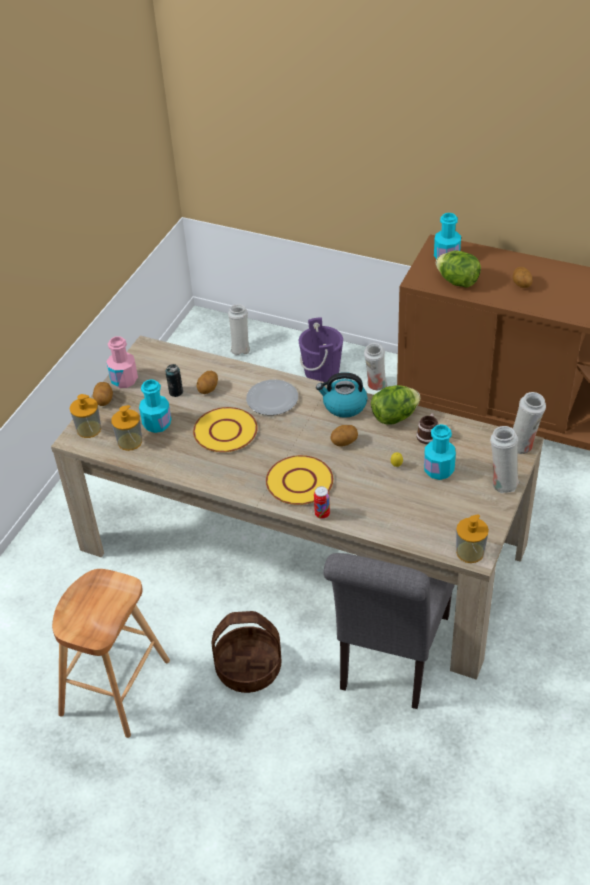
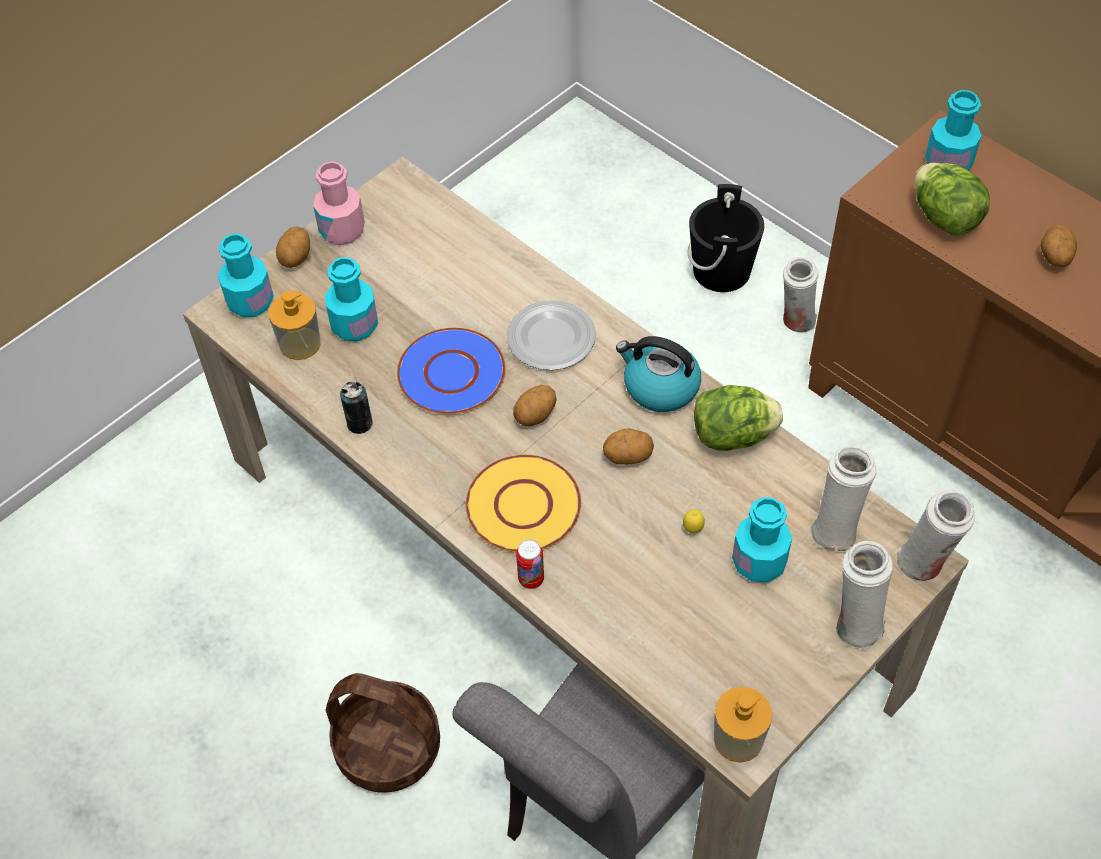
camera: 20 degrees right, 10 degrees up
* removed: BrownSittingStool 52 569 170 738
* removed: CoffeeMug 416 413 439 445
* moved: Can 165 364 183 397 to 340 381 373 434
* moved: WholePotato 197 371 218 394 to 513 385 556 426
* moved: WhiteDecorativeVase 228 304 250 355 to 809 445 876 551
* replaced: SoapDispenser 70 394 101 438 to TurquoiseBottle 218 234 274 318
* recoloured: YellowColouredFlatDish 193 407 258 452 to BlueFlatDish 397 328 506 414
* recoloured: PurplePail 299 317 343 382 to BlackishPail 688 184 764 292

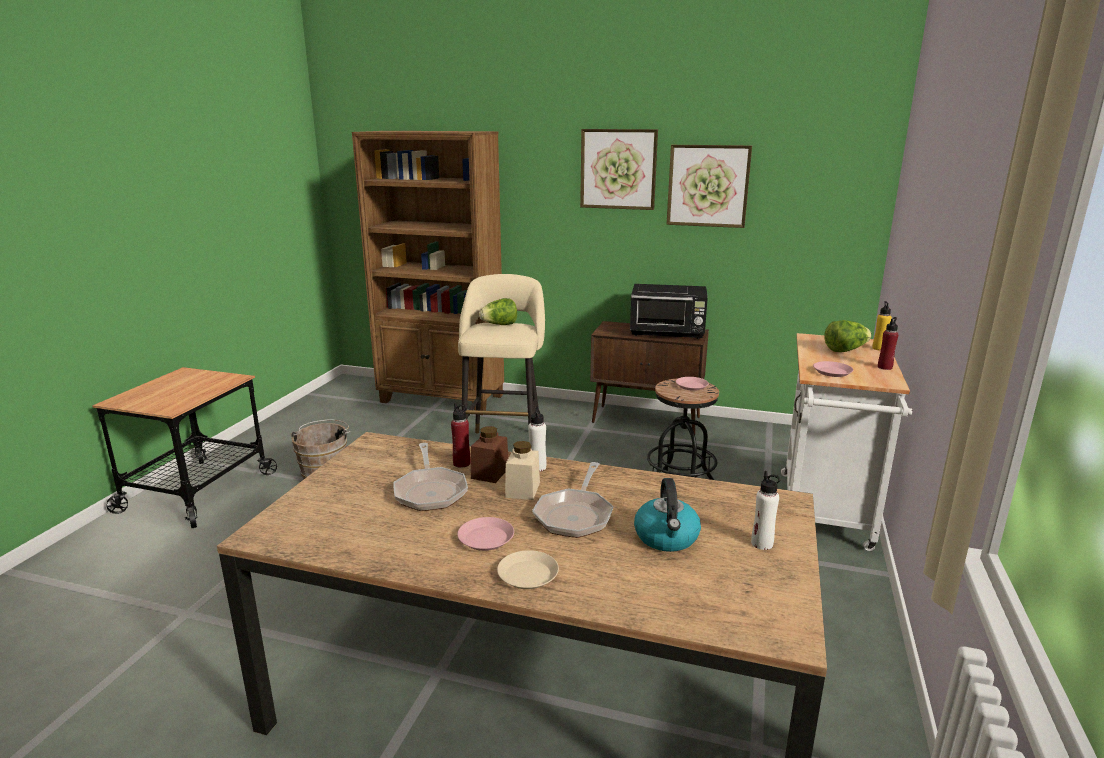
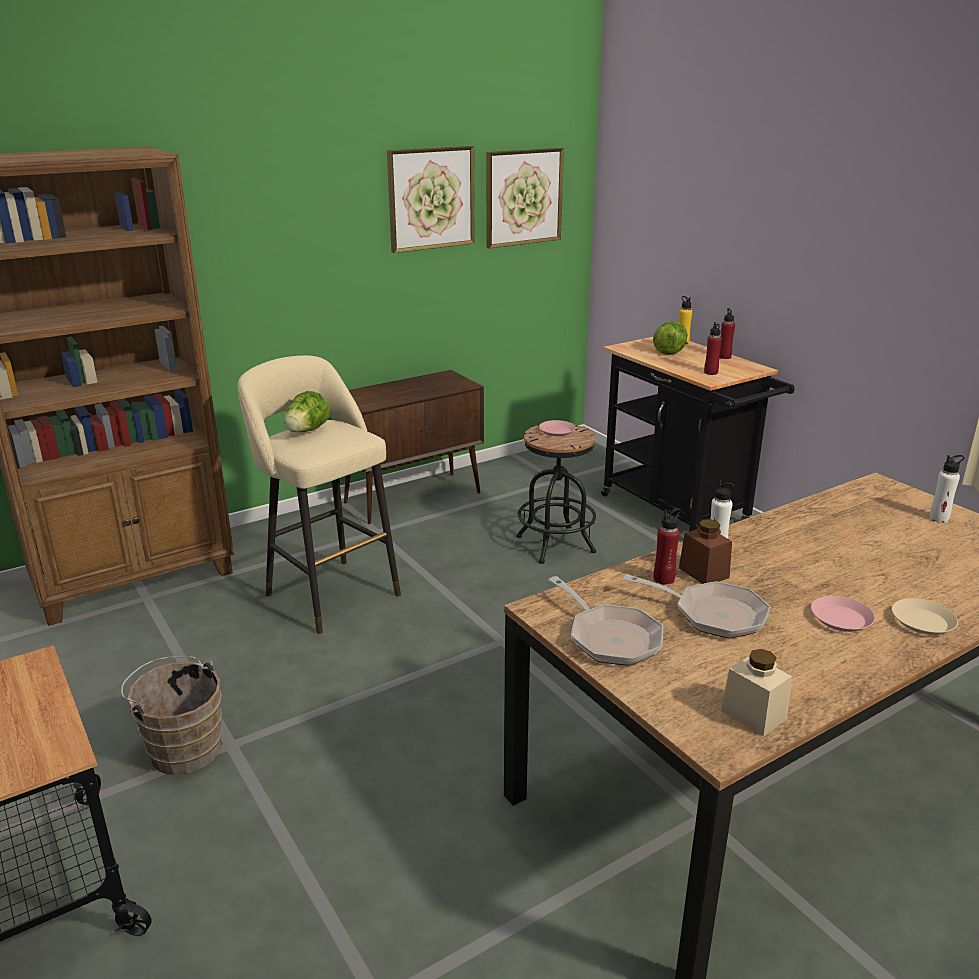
camera: 50 degrees left, 5 degrees up
* removed: BlackishMicrowave 630 284 708 339
* removed: TeaKettle 634 478 701 552
* moved: BeigeStorageJar 505 441 540 500 to 721 649 792 737
* moved: Pan 532 462 614 538 to 548 576 663 666
* moved: WallArt 580 129 658 210 to 486 148 564 248
* replaced: PinkFlatDish 813 361 853 377 to ReddishBottle 704 322 722 375
* recoloured: WhiteCart 781 333 912 551 to BlackishCart 601 337 794 532

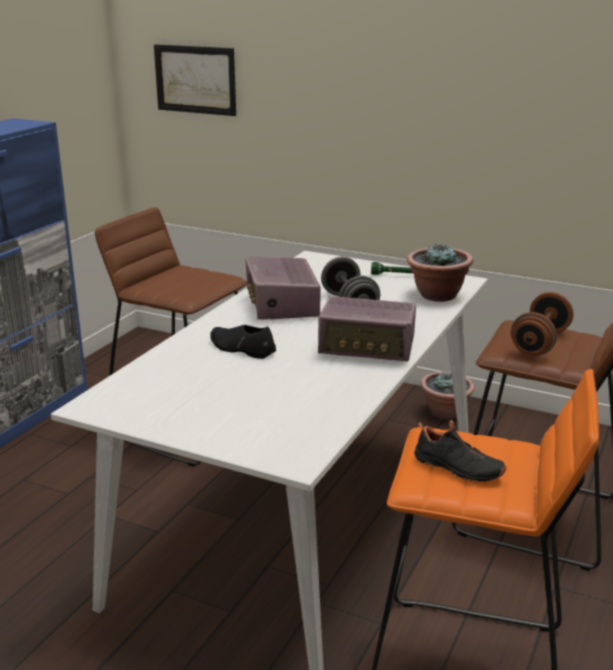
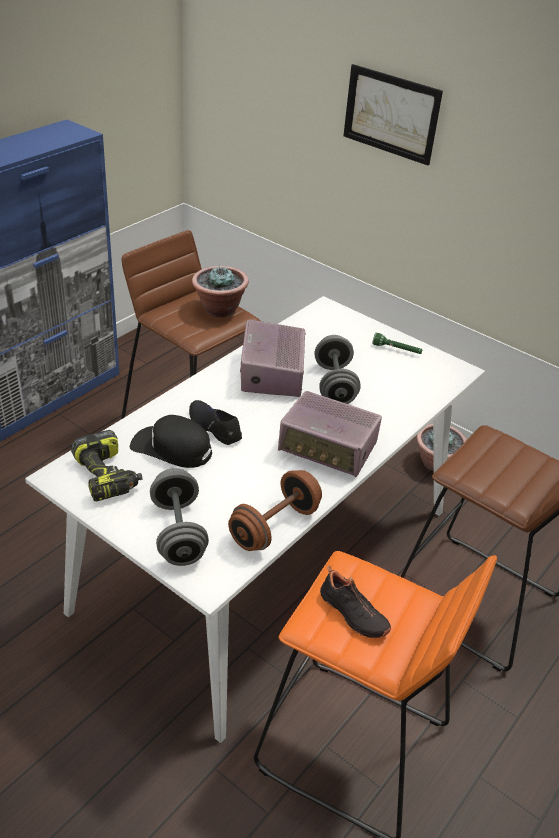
camera: 10 degrees right, 15 degrees up
* added: ElectricDrill 71 430 142 502
* added: BlackishCap 130 415 212 468
* added: GrayHandWeight 150 468 209 566
* moved: WallArt 154 44 236 116 to 343 64 443 165
* moved: Houseplant 407 243 473 302 to 192 266 249 317
* moved: BrownHandWeight 511 292 574 356 to 228 470 322 551

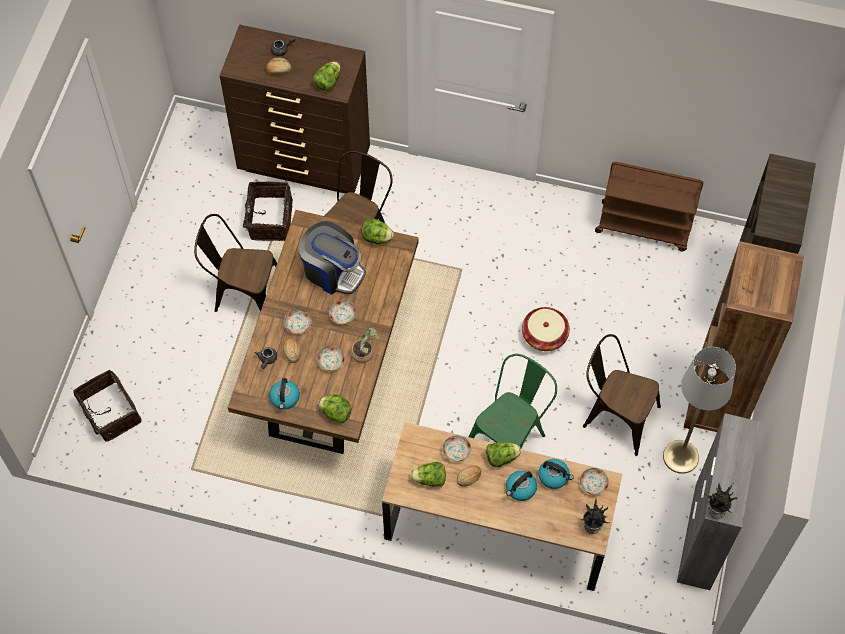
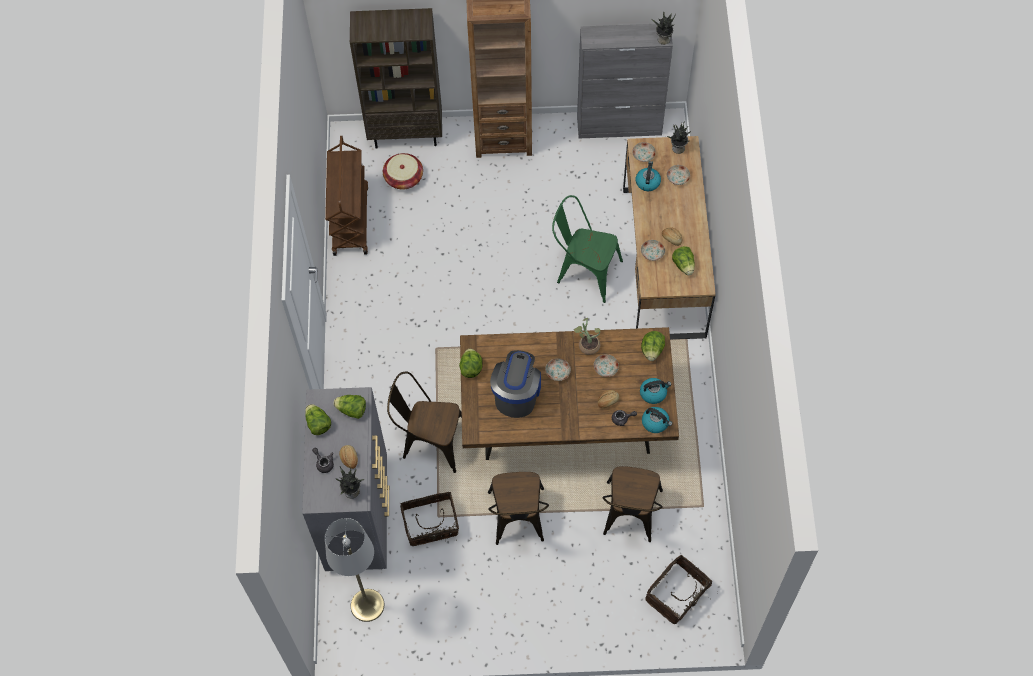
camera: 105 degrees left, 0 degrees up
* added: Houseplant 336 466 365 498
* moved: FlatDish 284 309 312 334 to 667 165 690 185
* moved: HeadOfLettuce 486 442 521 467 to 305 404 331 435
* moved: TeaKettle 506 471 537 501 to 642 407 672 433
* moved: HouseholdBasket 522 307 570 351 to 383 153 423 190
* moved: BrownChair 583 334 661 456 to 602 466 663 542
* moved: GrayStandingLamp 663 347 736 474 to 325 518 384 622
* recoloured: BrownDresser 220 24 370 194 to GrayDresser 302 387 389 571

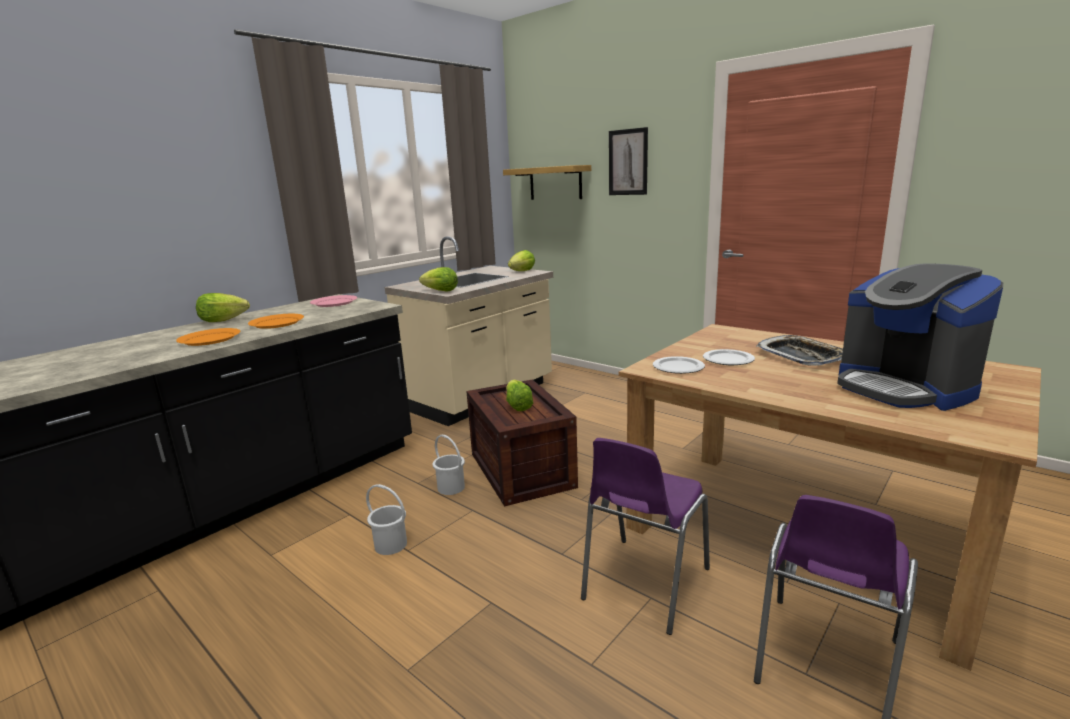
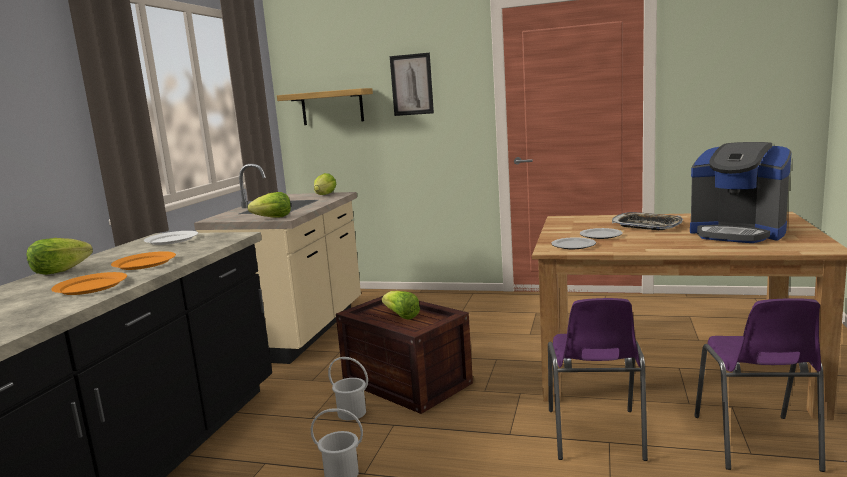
camera: 25 degrees left, 5 degrees down
* recoloured: PinkFlatDish 310 295 357 307 to WhiteFlatDish 144 231 198 245

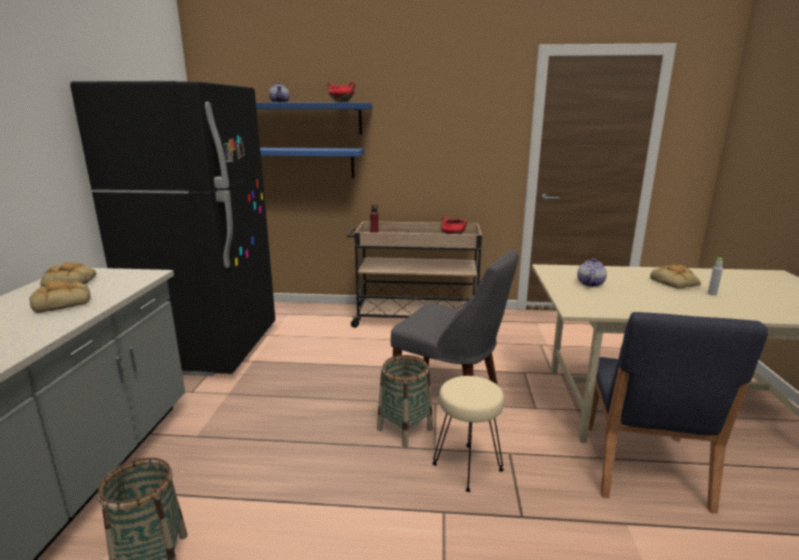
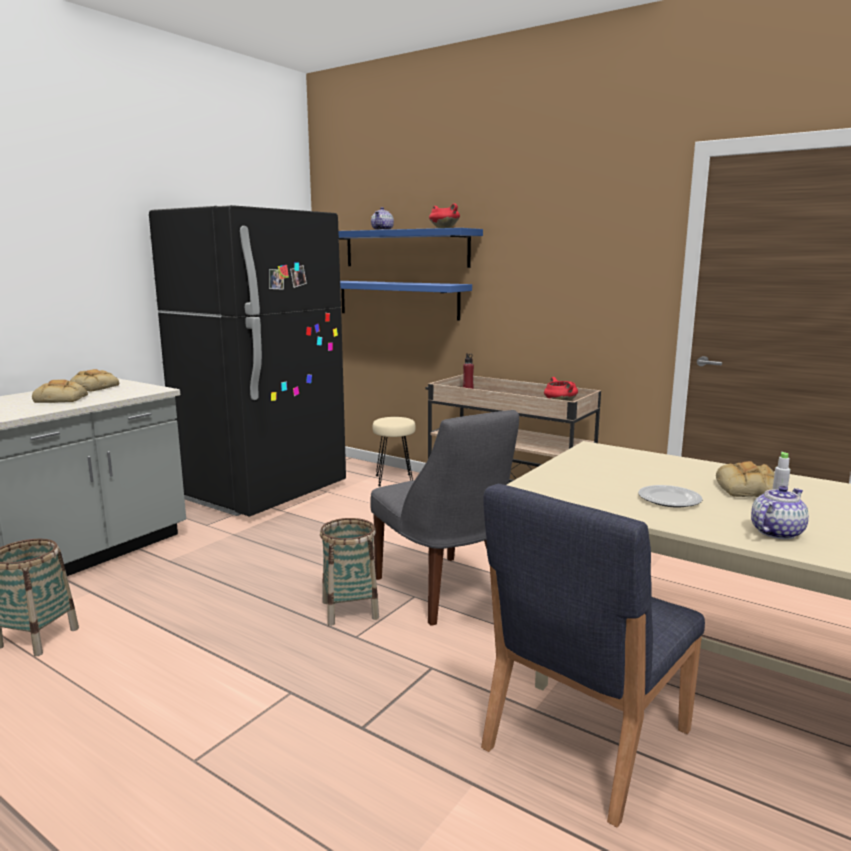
camera: 30 degrees right, 5 degrees down
* added: FlatDish 638 485 703 508
* moved: BeigeSittingStool 432 376 504 492 to 373 417 416 486
* moved: PotForTea 577 258 607 287 to 751 486 809 540

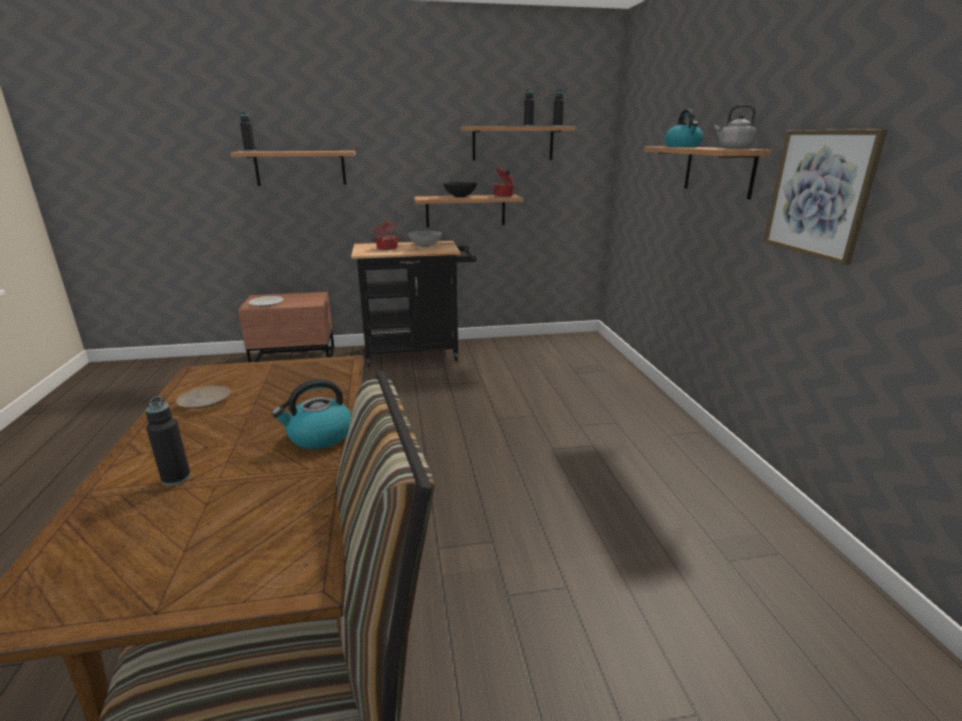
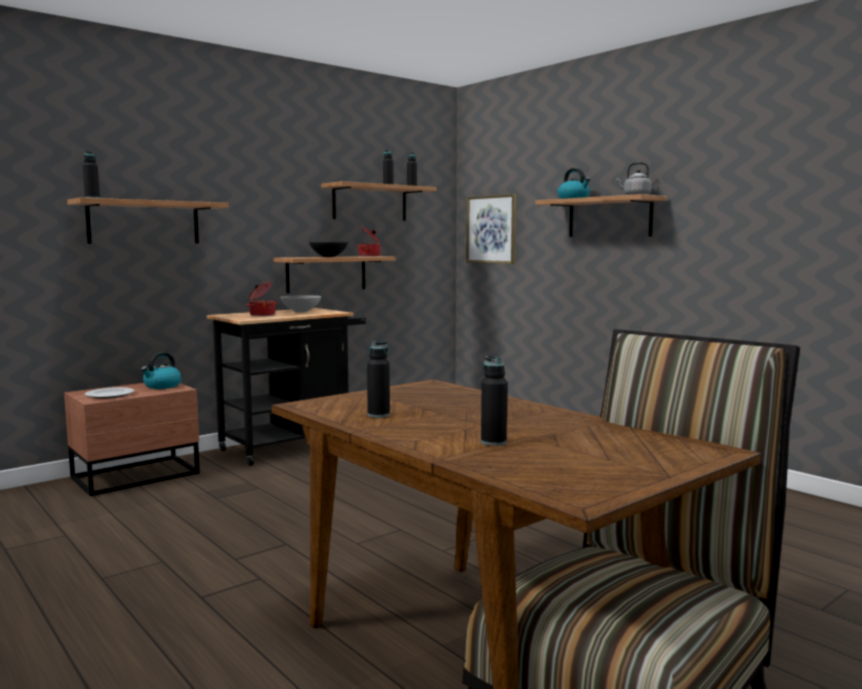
camera: 30 degrees left, 15 degrees down
* moved: TeaKettle 272 379 351 449 to 141 352 182 389
* moved: WallArt 763 129 888 265 to 466 194 516 264
* replaced: BeigeFlatDish 176 386 230 409 to BlackishBottle 367 341 390 418

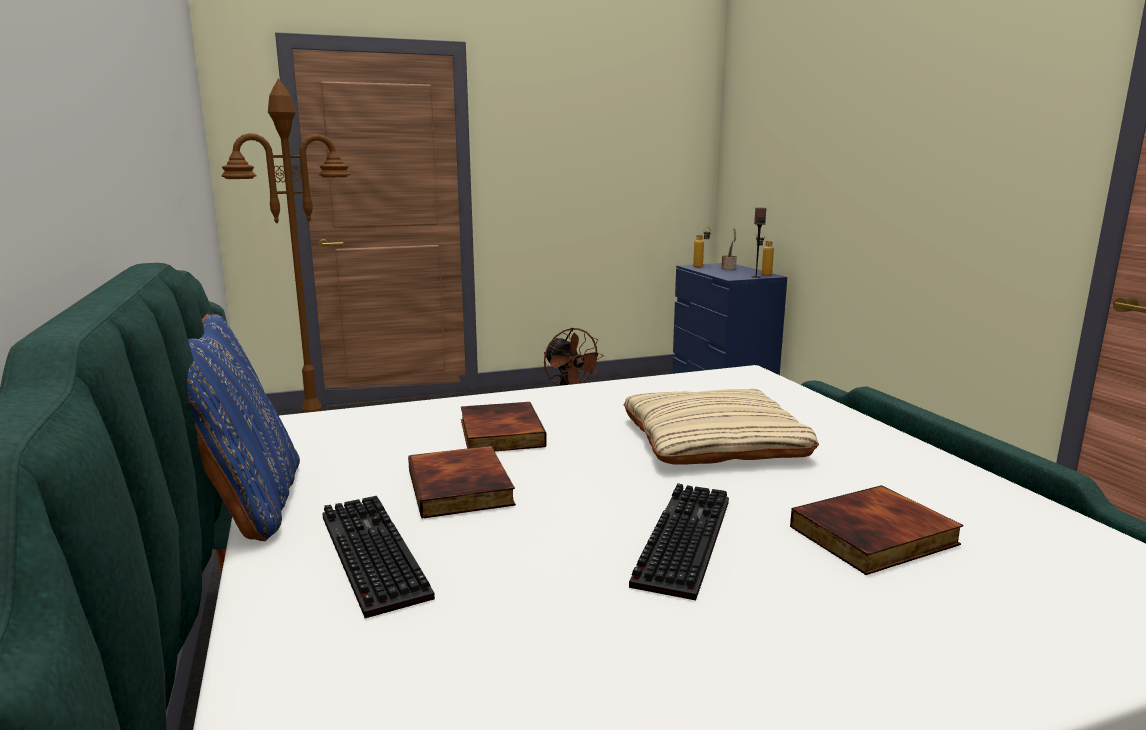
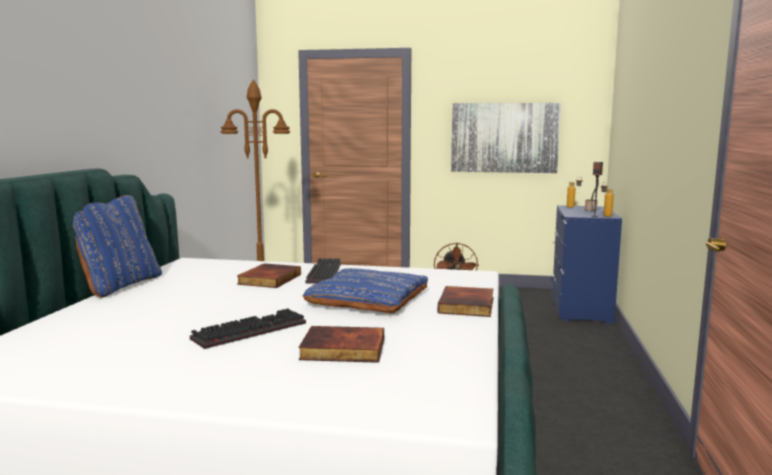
camera: 30 degrees right, 5 degrees down
* added: WallArt 451 103 561 173
* moved: Keyboard 322 496 435 618 to 305 258 341 284
* moved: Book 408 446 516 519 to 438 286 494 317
* recoloured: BeigeCushion 624 389 819 465 to BlueCushion 303 268 428 313

